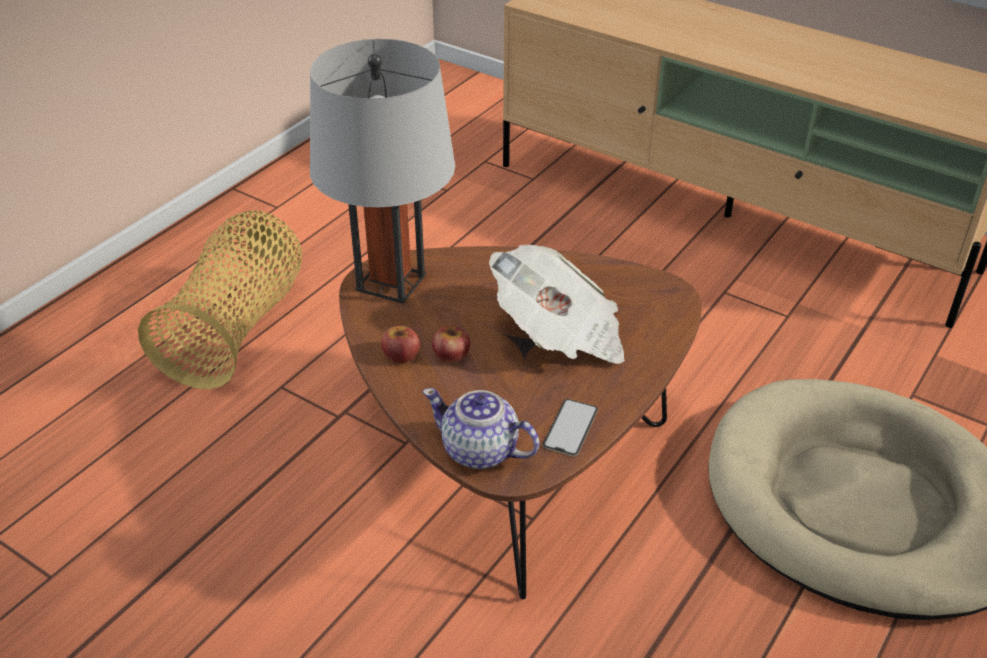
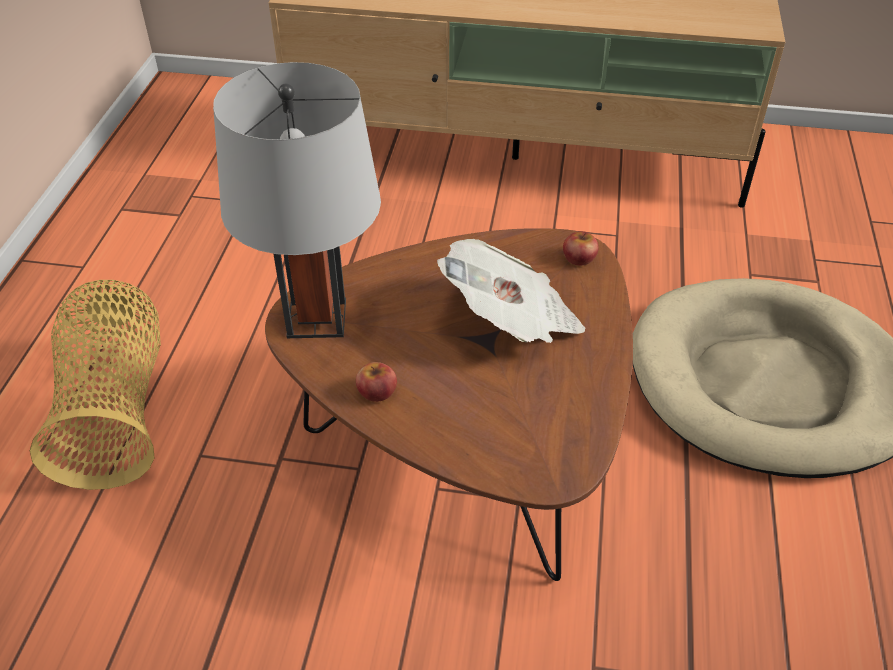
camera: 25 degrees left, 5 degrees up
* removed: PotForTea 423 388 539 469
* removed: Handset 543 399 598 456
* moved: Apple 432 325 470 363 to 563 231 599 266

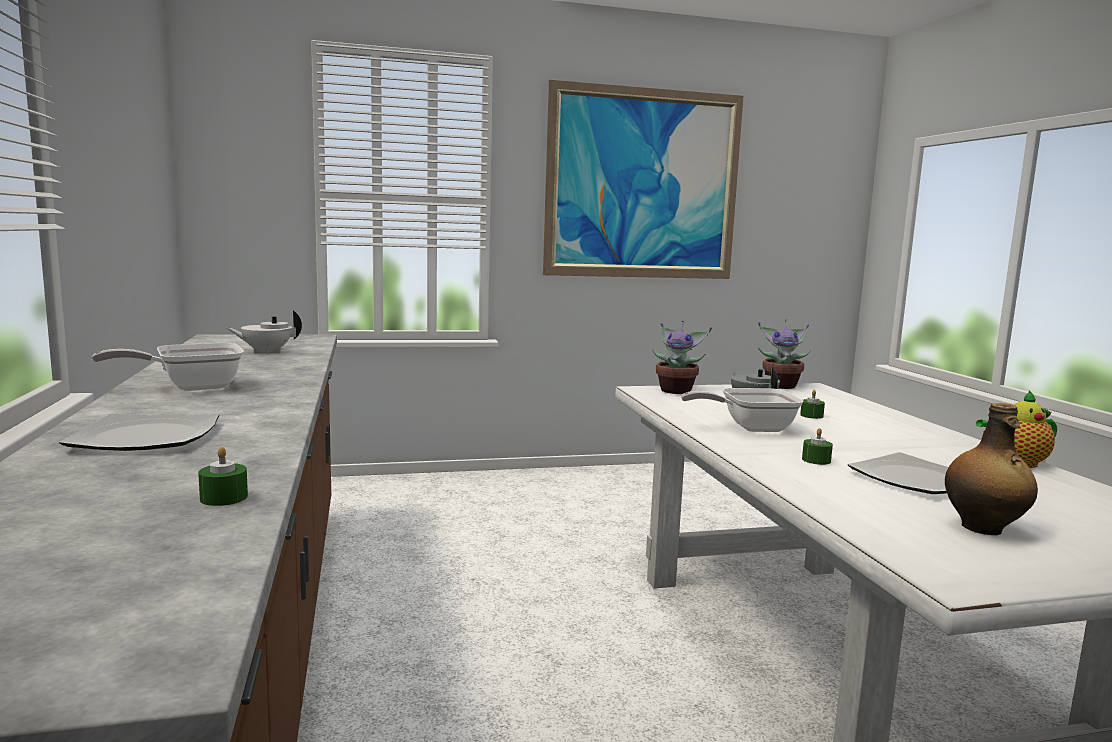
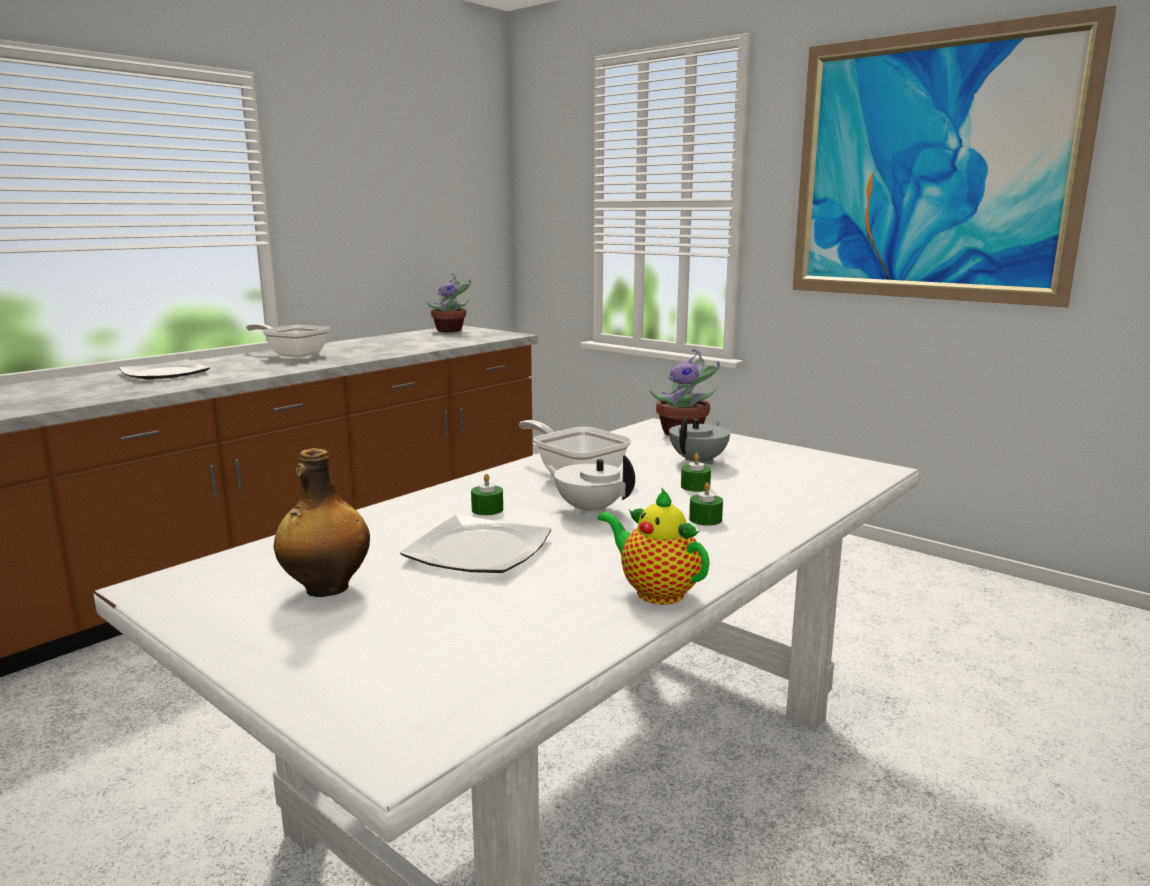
camera: 55 degrees right, 5 degrees up
* moved: GreenColouredWaxCandle 198 447 248 506 to 689 482 723 526
* moved: WhitePotForTea 227 311 302 354 to 545 455 635 515
* moved: Houseplant 758 319 811 389 to 426 274 471 332

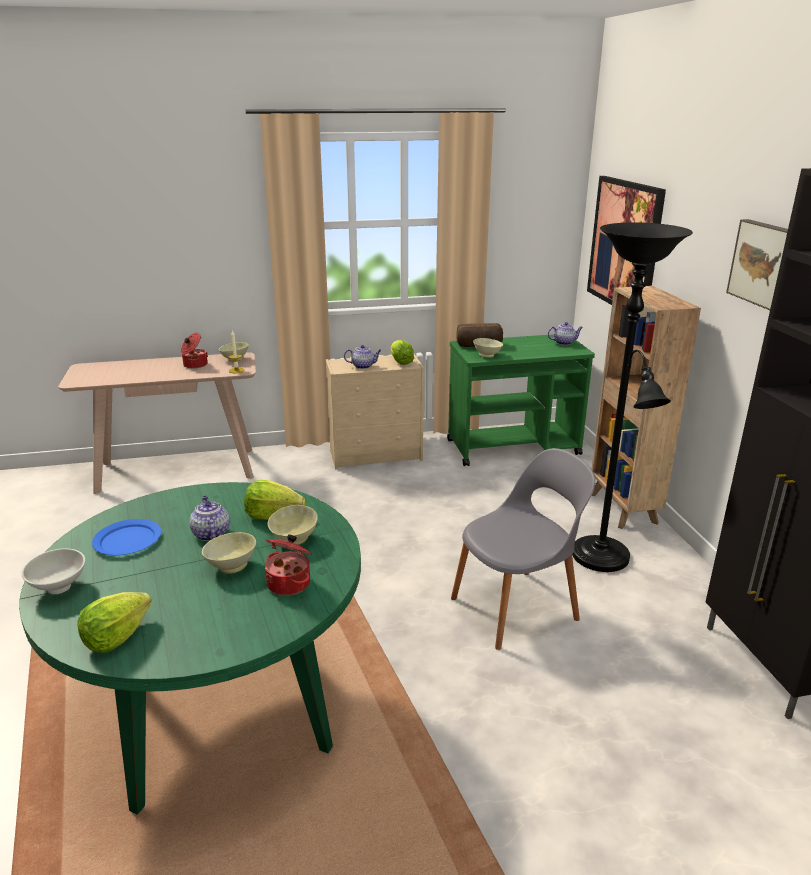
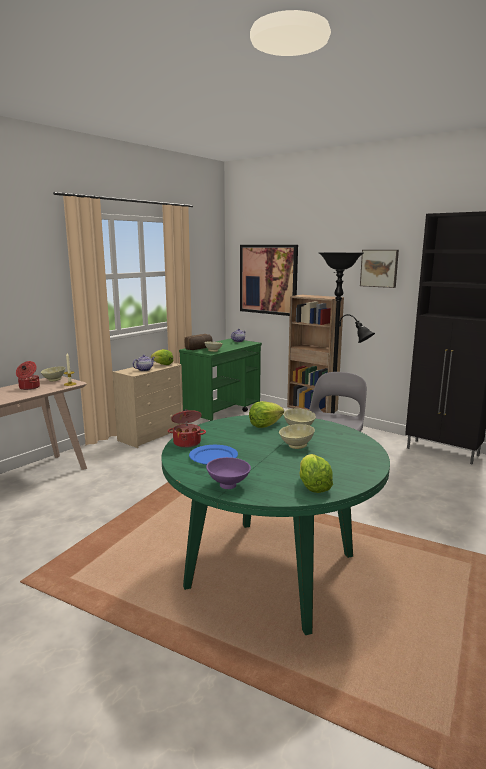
camera: 40 degrees left, 10 degrees down
* removed: PotForTea 189 496 230 541
* moved: CookingPot 265 534 312 596 to 168 409 206 448
* recoloured: WhiteBowl 21 548 85 594 to PurpleBowl 206 457 251 489

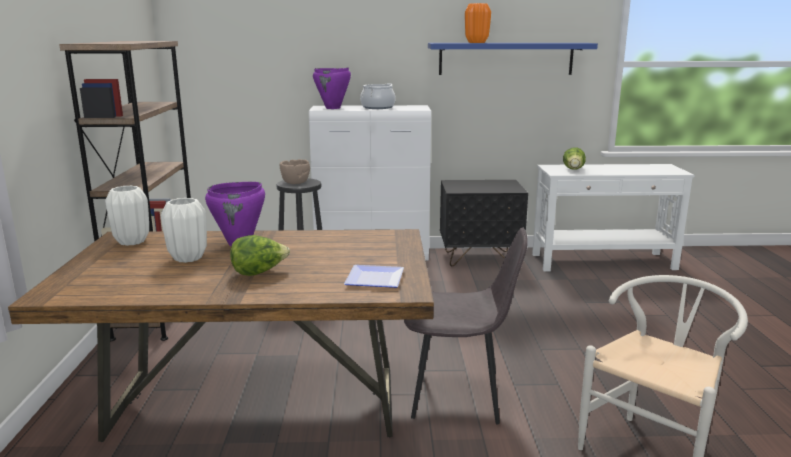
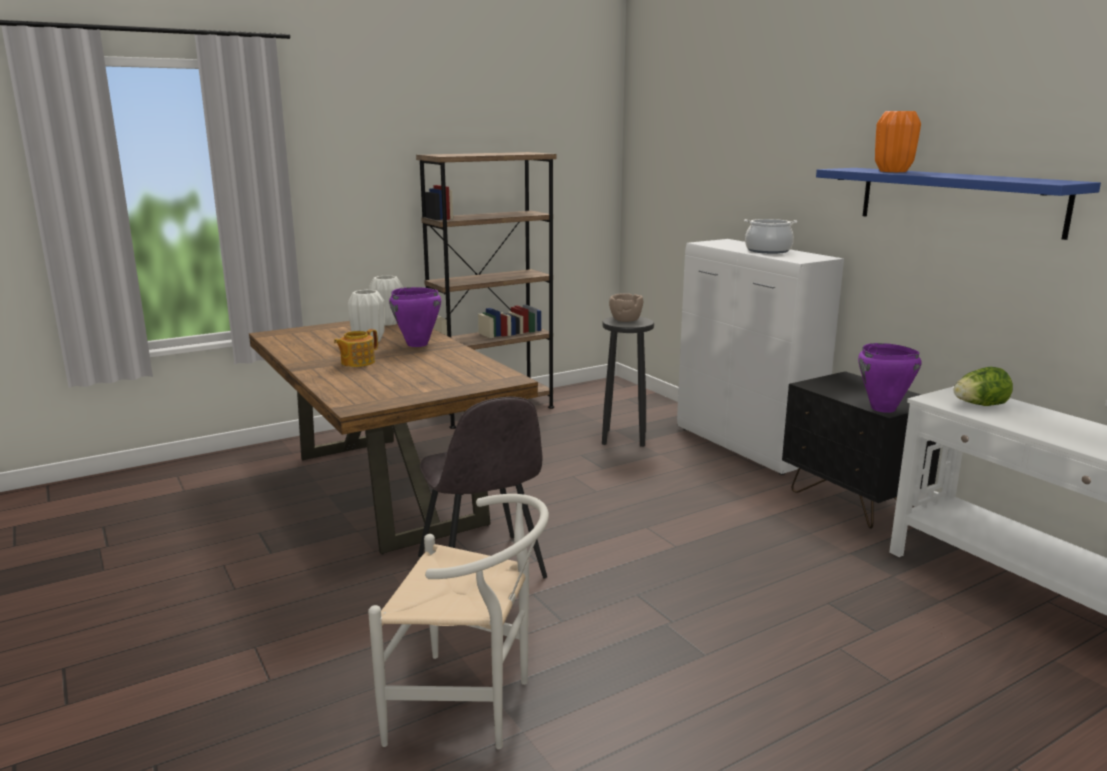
camera: 60 degrees right, 0 degrees up
* removed: FlatDish 344 265 404 288
* moved: PurpleCookingPot 313 67 351 109 to 858 343 921 413
* replaced: HeadOfLettuce 230 235 290 276 to PotForTea 334 329 378 367

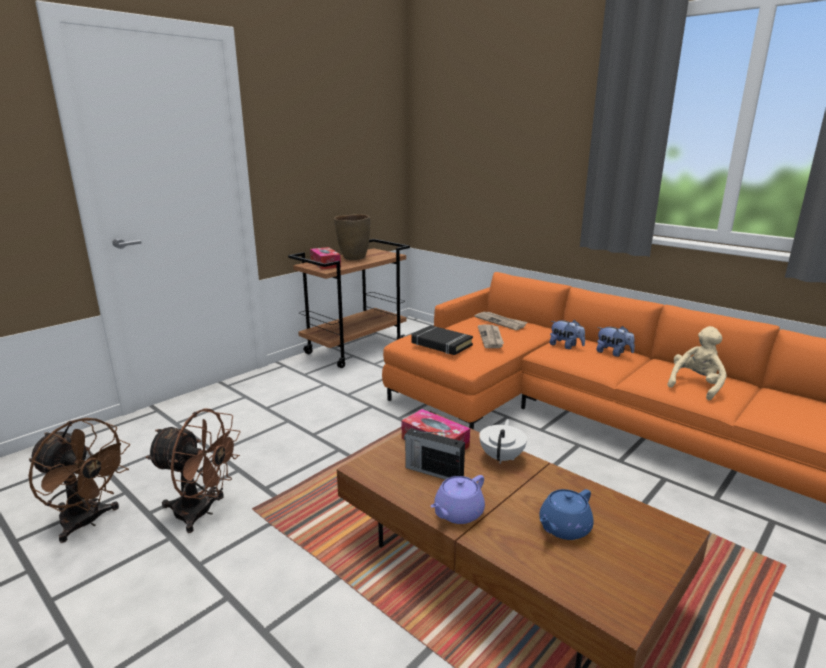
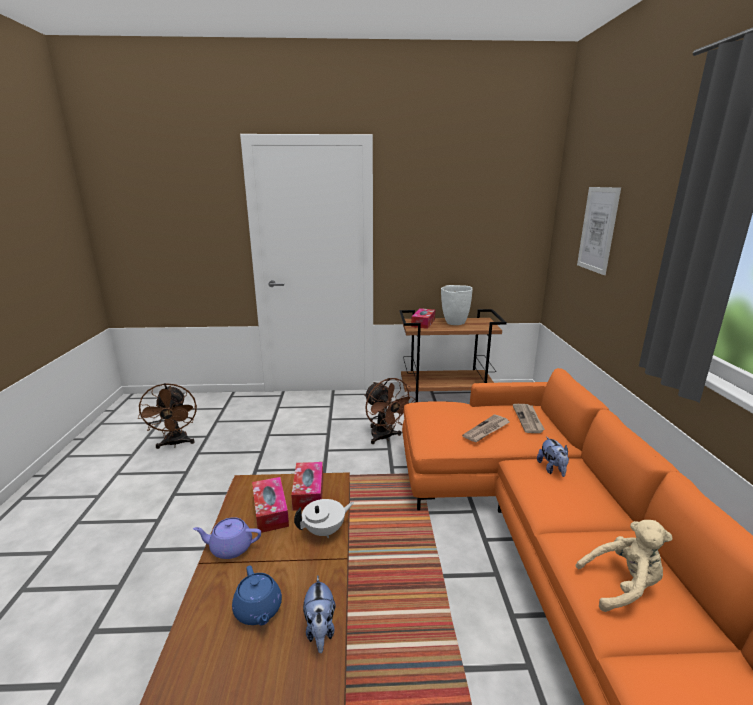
camera: 45 degrees right, 0 degrees up
* removed: BlackishBook 411 325 473 355
* added: WallArt 577 187 621 275
* moved: BrownCoolingFan 146 408 240 533 to 364 378 415 444
* moved: CuddlyToy 596 326 635 357 to 303 576 335 653
* replaced: RadioSet 404 428 465 480 to TissueBox 252 477 289 533
* recoloured: BrownDecorativeVase 334 214 370 260 to WhiteDecorativeVase 441 285 473 325
* turned: BluePotForTea 539 489 594 540 = 232 565 282 625 120 degrees counterclockwise

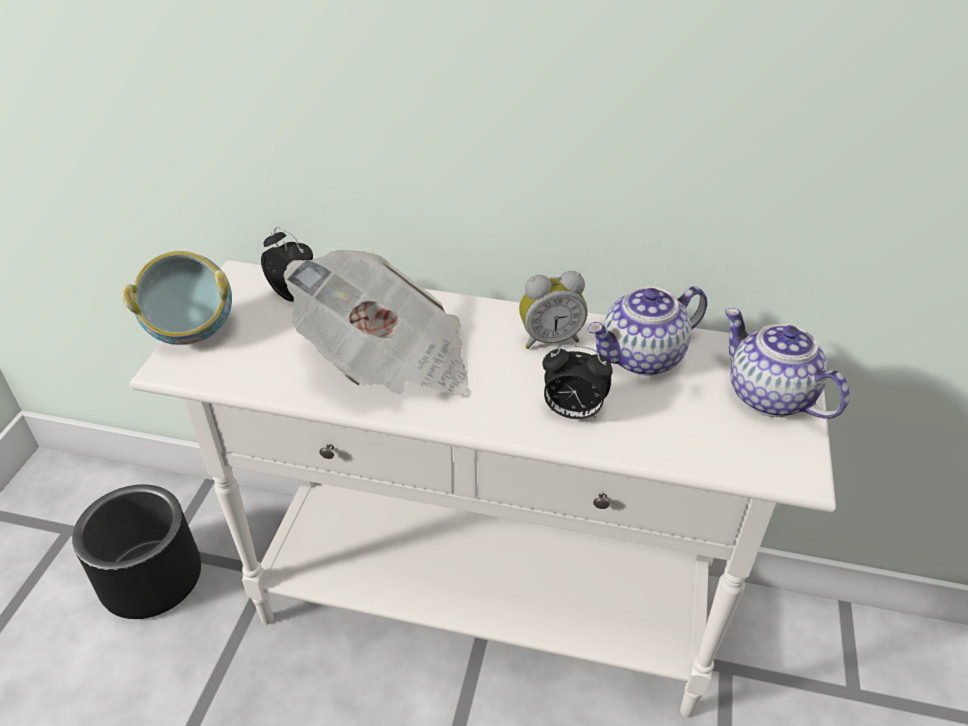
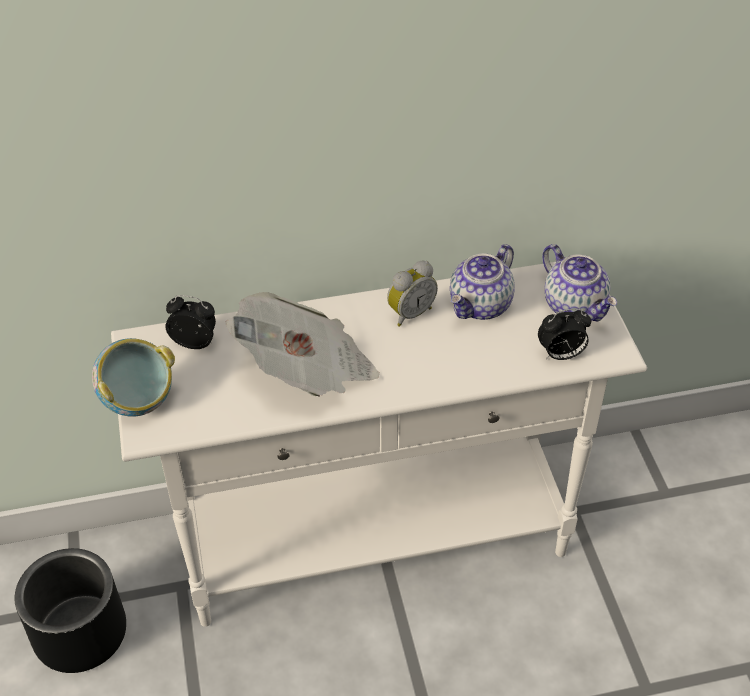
camera: 25 degrees left, 5 degrees up
* moved: AlarmClock 542 345 613 419 to 538 308 591 360
* turned: PotForTea 725 308 850 419 = 542 244 617 322 150 degrees counterclockwise

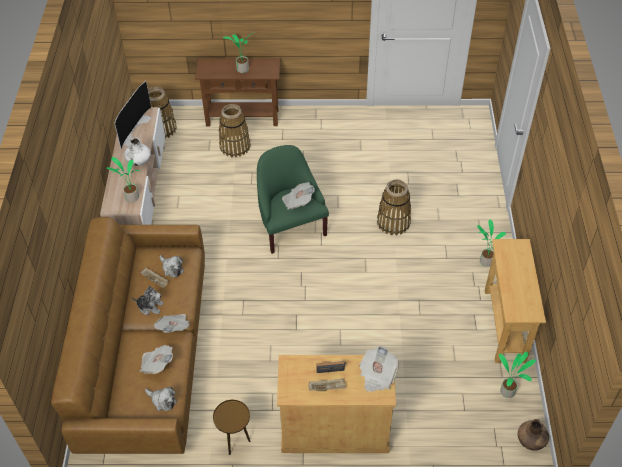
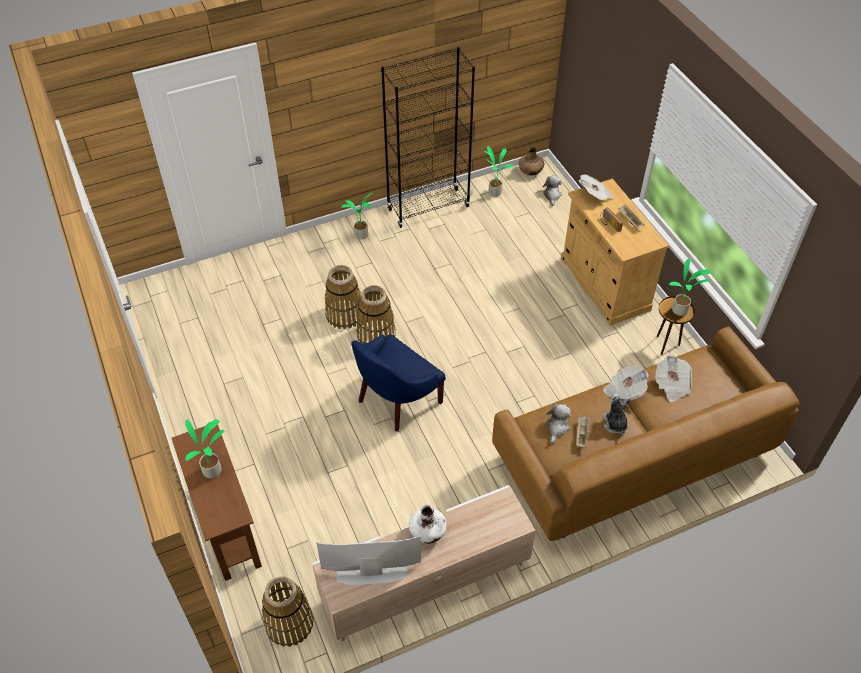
camera: 115 degrees left, 0 degrees up
* removed: DailyPaper 282 182 315 210
* moved: Houseplant 107 157 140 202 to 669 259 711 316
* moved: CuddlyToy 145 387 177 411 to 543 176 562 206
* moved: HouseholdBasket 219 104 251 158 to 356 285 396 344
* replaced: BeigeConsoleTable 485 239 546 363 to BlackishShelvingUnit 381 47 475 228
* recoloured: GreenColouredEasyChair 257 145 329 254 to BlueEasyChair 351 334 446 432

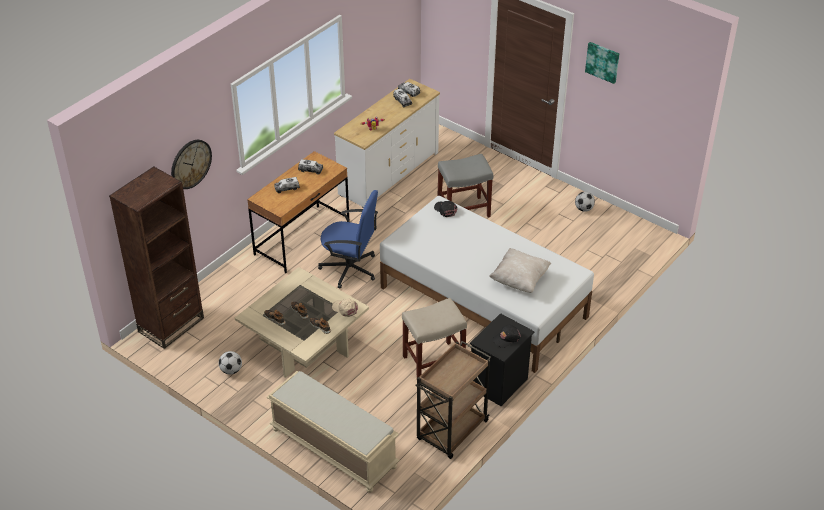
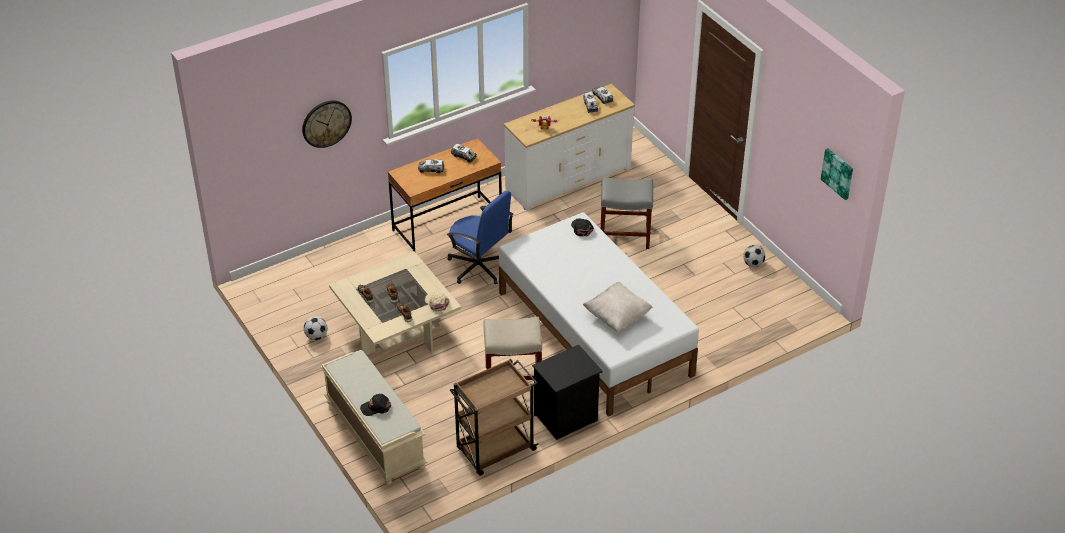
camera: 20 degrees right, 0 degrees up
* removed: BrownShelvingUnit 109 167 204 349
* moved: BlackishCap 492 325 521 348 to 360 394 391 416
* moved: WallArt 585 42 620 84 to 821 148 853 200

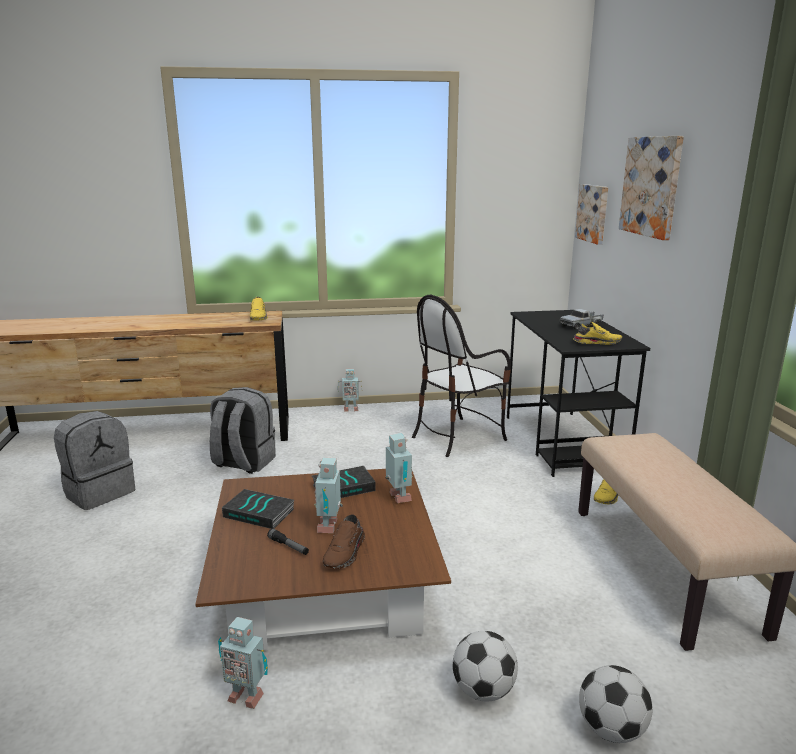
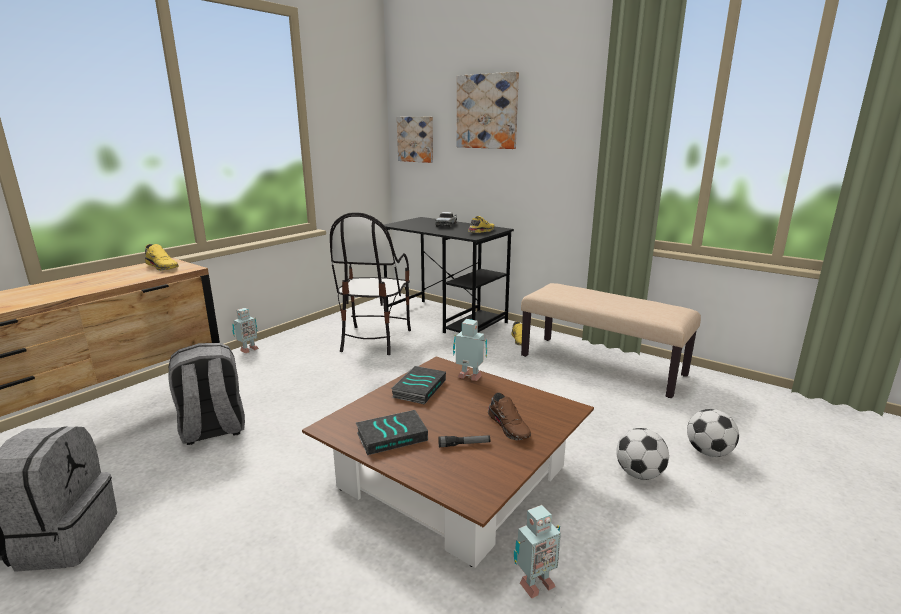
camera: 45 degrees left, 0 degrees up
* removed: RobotFigure 314 457 343 533

